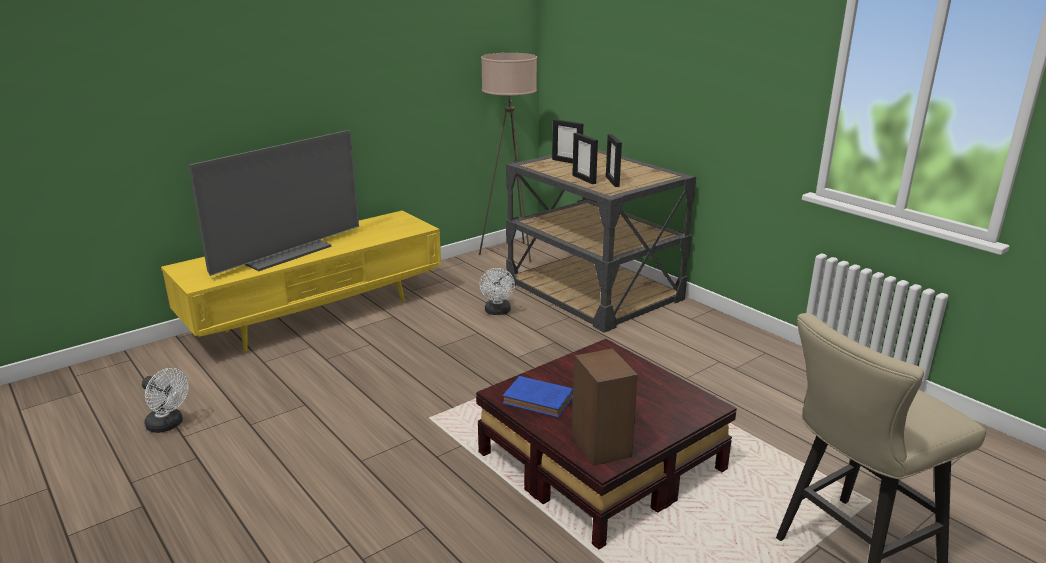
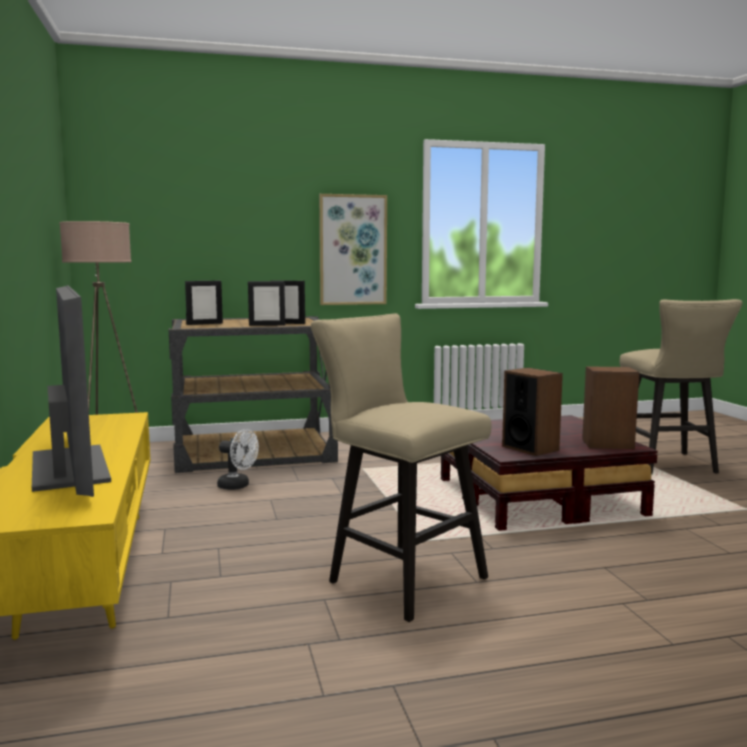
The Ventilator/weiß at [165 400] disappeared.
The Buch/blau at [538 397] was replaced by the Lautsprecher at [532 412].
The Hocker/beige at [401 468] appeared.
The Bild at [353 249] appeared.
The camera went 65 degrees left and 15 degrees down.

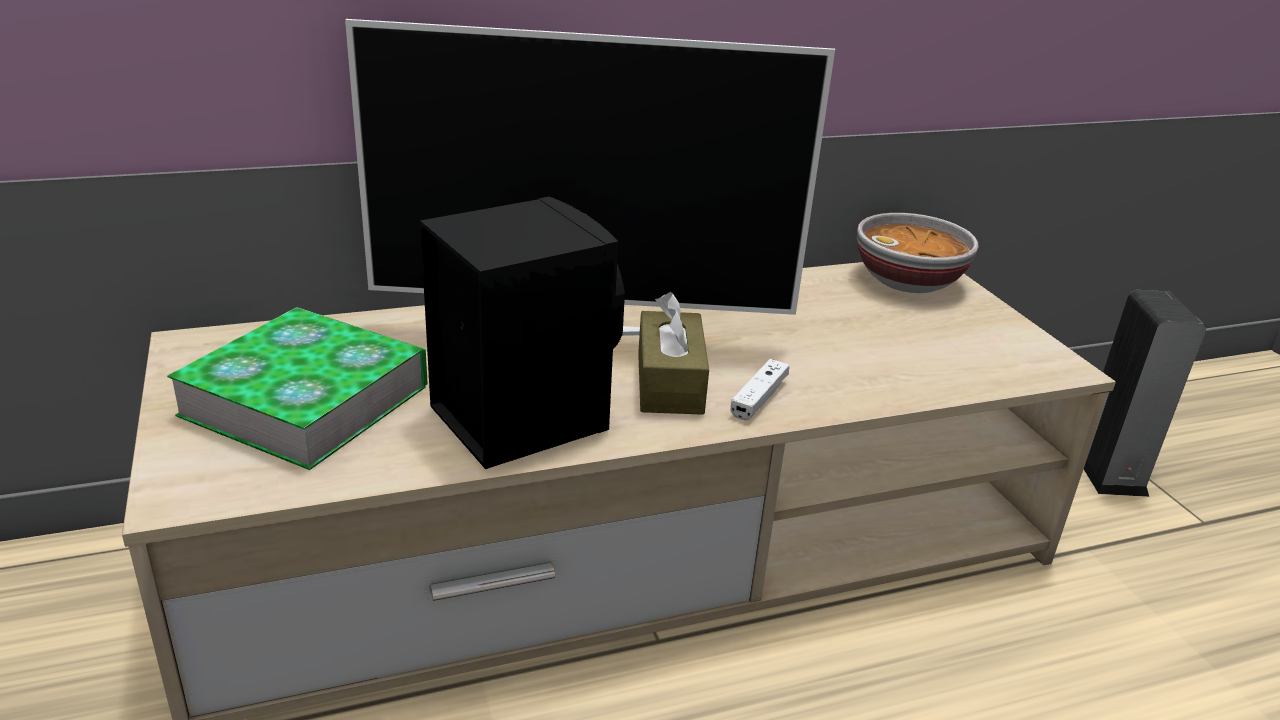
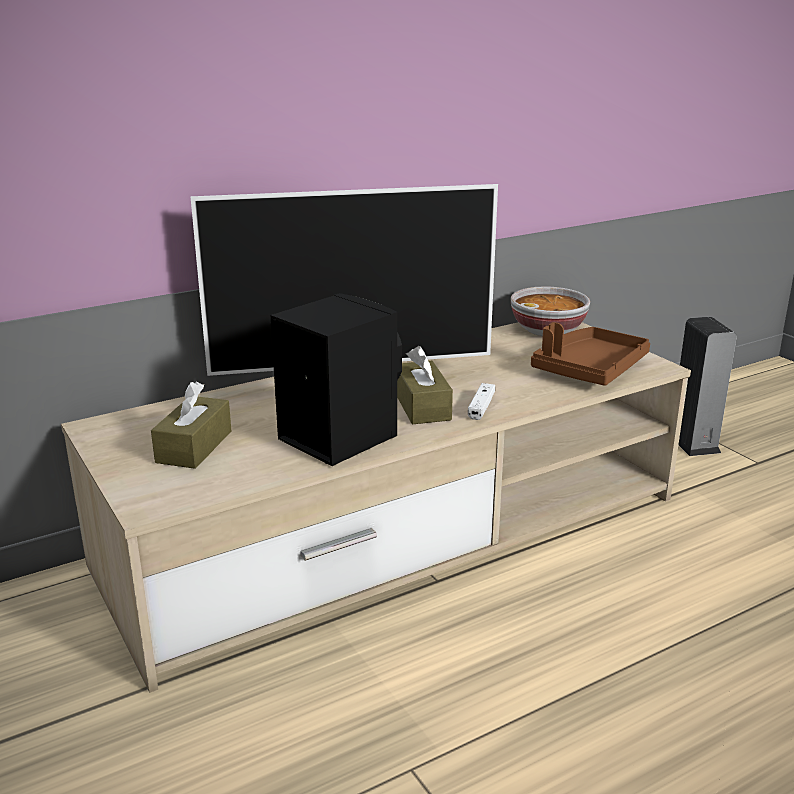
The Buch at [297 388] was replaced by the Taschentuchbox/braun at [191 425].
The Tablett/braun at [590 354] appeared.
The camera went 10 degrees left and 5 degrees down.

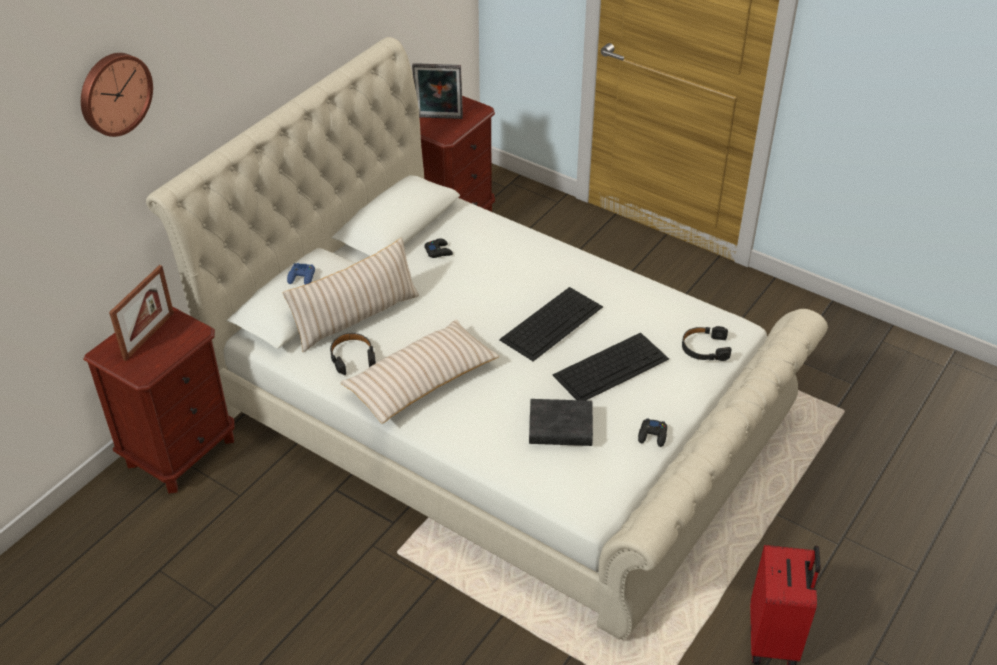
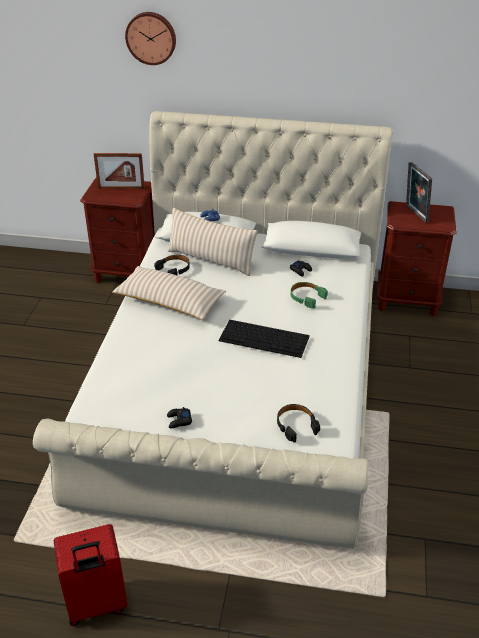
The Buch/schwarz at [561 422] disappeared.
The Tastatur at [610 367] disappeared.
The Kopfhörer/grün at [309 295] appeared.
The camera went 65 degrees right and 5 degrees down.

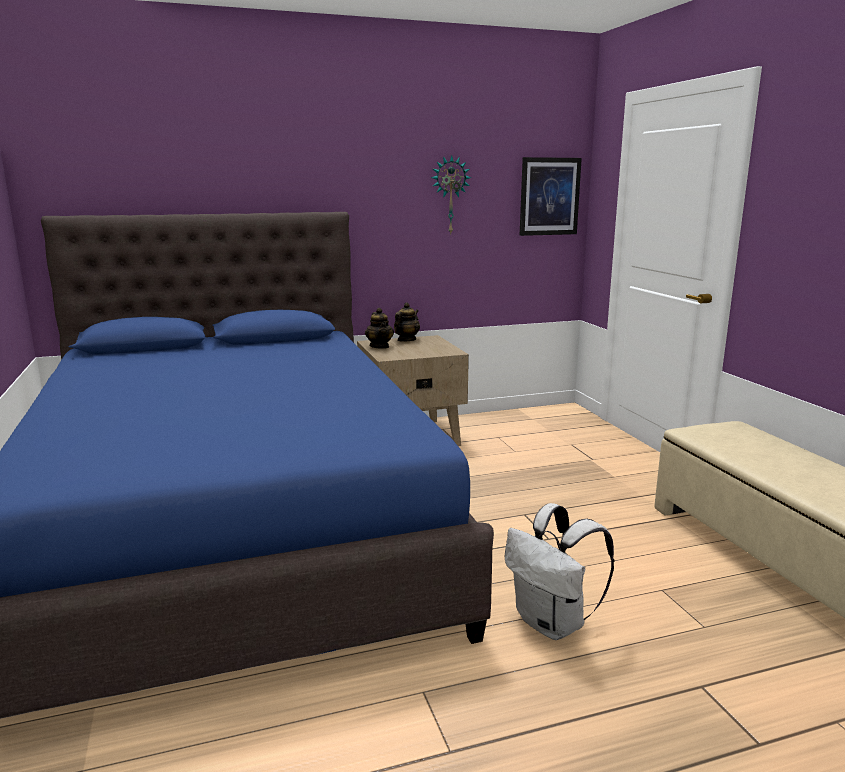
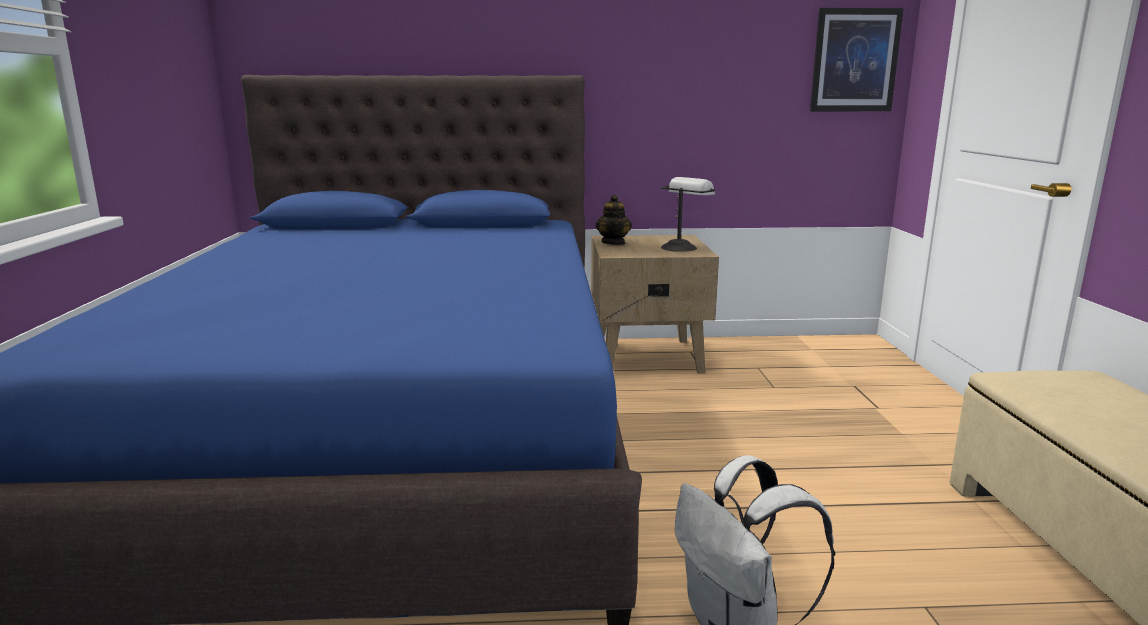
The Teekanne at [407 322] disappeared.
The Wanduhr at [451 195] disappeared.
The Tischlampe at [687 214] appeared.
The camera went 15 degrees right and 0 degrees up.

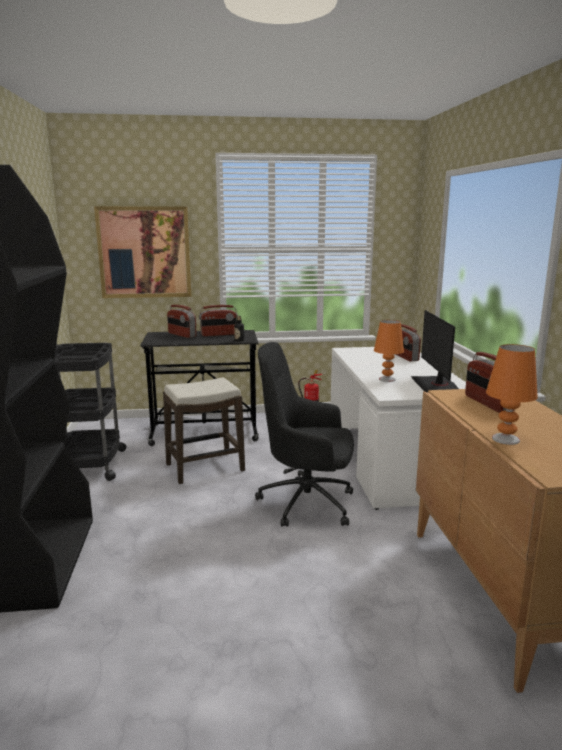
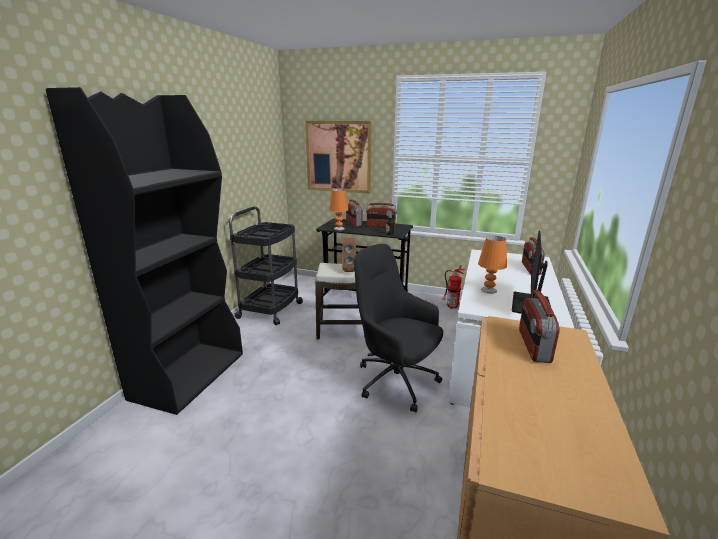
The Tischlampe/orange moved from [512 394] to [339 209].
The Lautsprecher/braun at [349 254] appeared.
The camera went 25 degrees right and 5 degrees up.

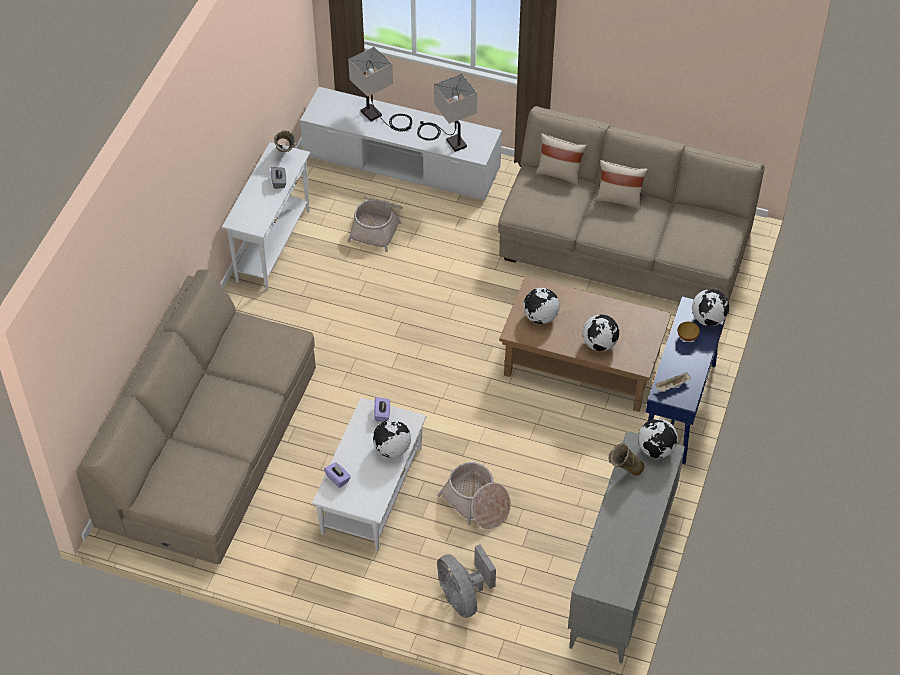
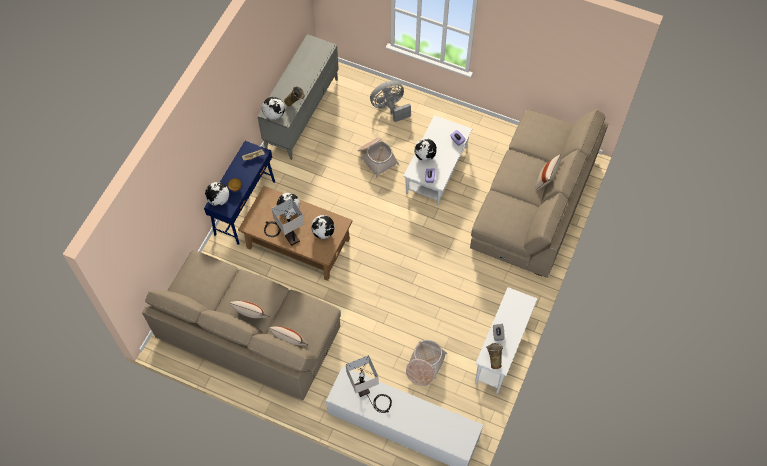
The Tischlampe moved from [380 89] to [284 222].
The Ventilator/grau at [466 581] turned 90 degrees counterclockwise.
The Kissen/beige at [548 173] appeared.
The camera went 175 degrees left and 10 degrees up.

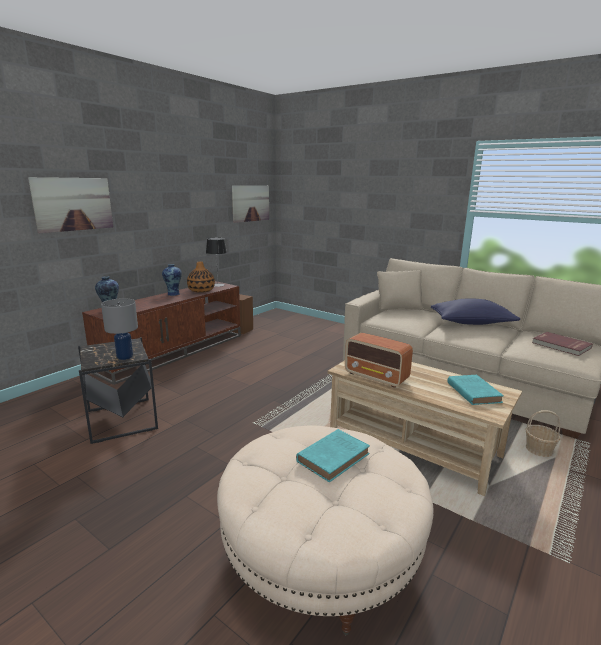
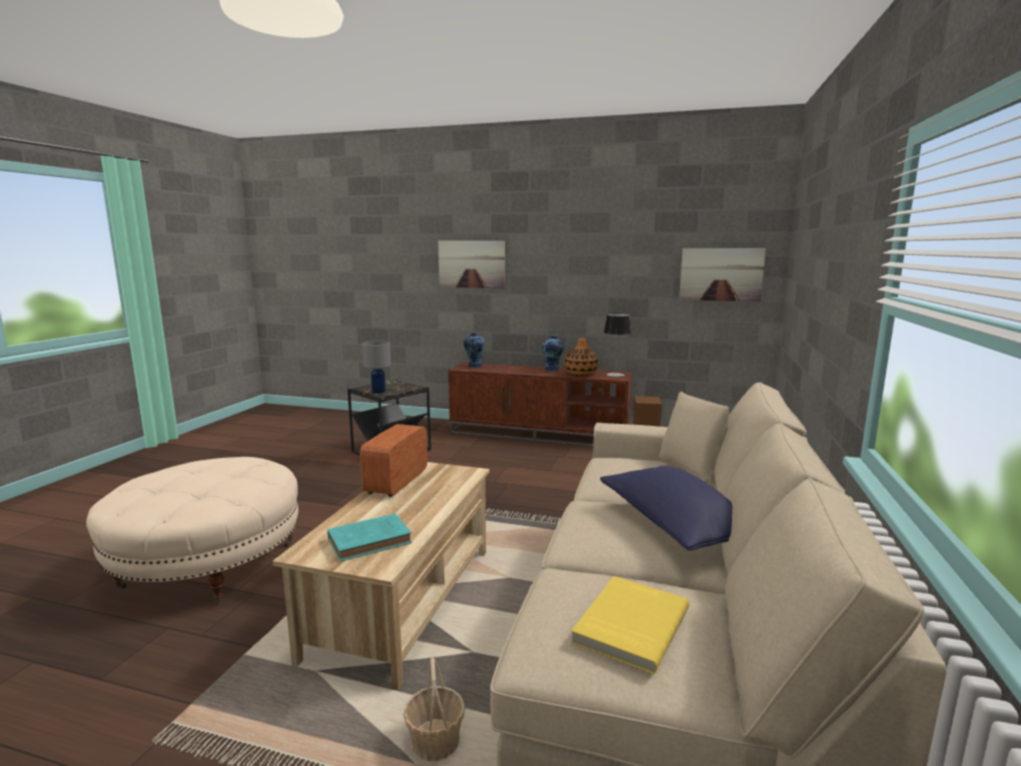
The Buch/türkis at [333 455] disappeared.
The Buch/rot at [562 344] became the Buch/gelb at [630 625].
The camera went 70 degrees right and 5 degrees down.

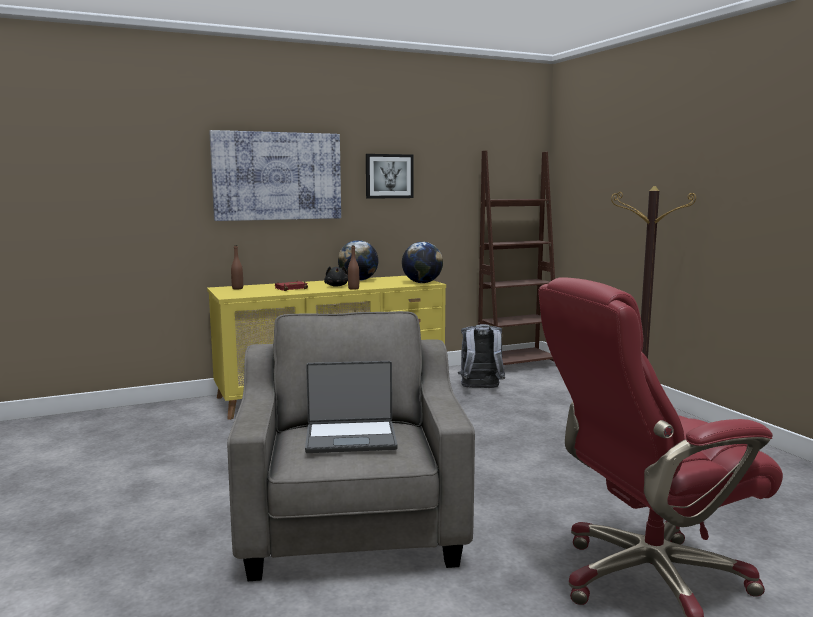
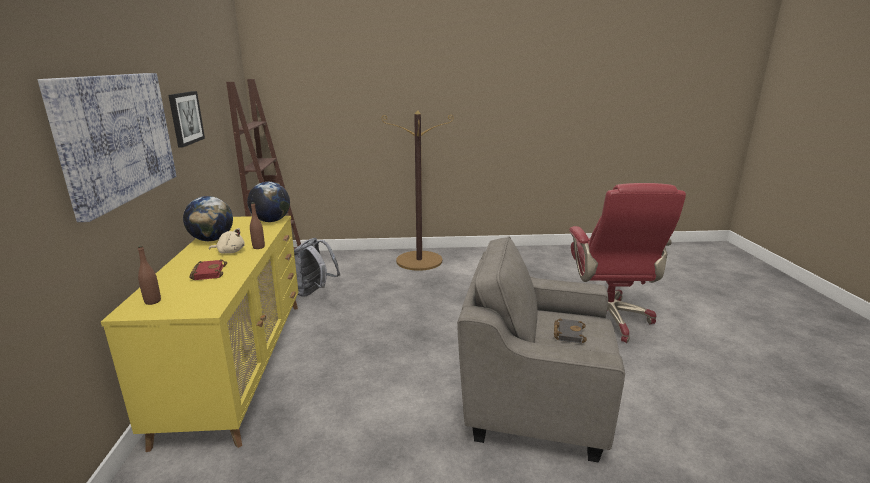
The Laptop at [351 407] was replaced by the Buch/schwarz at [570 331].
The Plüschtier/schwarz at [336 276] became the Plüschtier/beige at [227 241].
The camera went 70 degrees left and 10 degrees up.

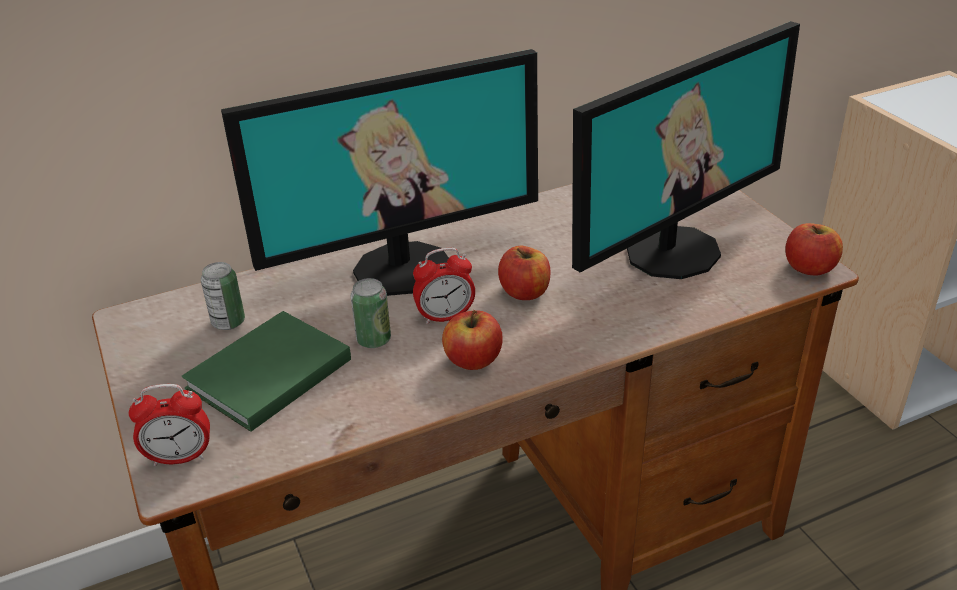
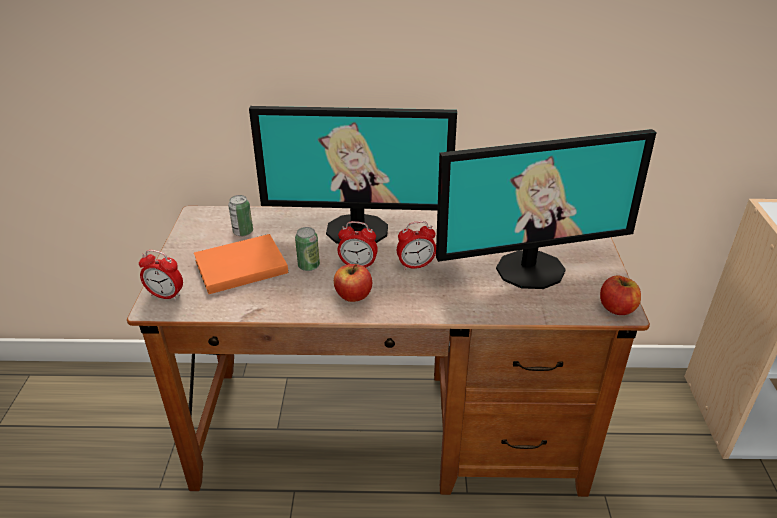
The Buch/grün at [266 371] became the Buch/orange at [241 264].
The Apfel at [524 272] was replaced by the Wecker at [416 245].
The camera went 25 degrees right and 0 degrees up.

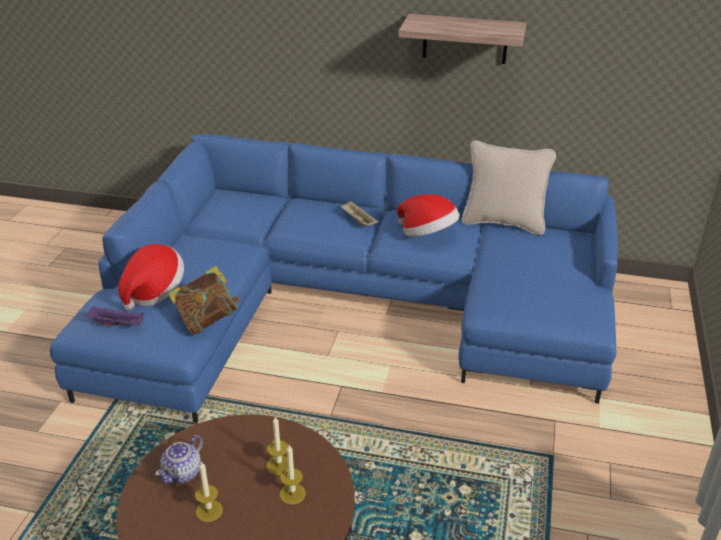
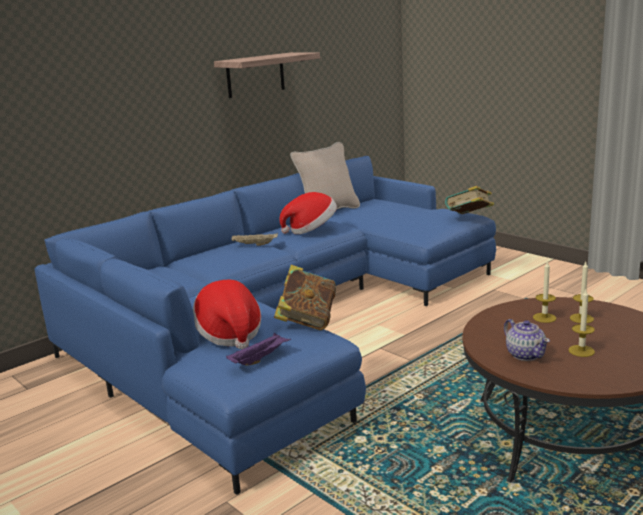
The Buch at [469 200] appeared.
The camera went 55 degrees left and 15 degrees down.

